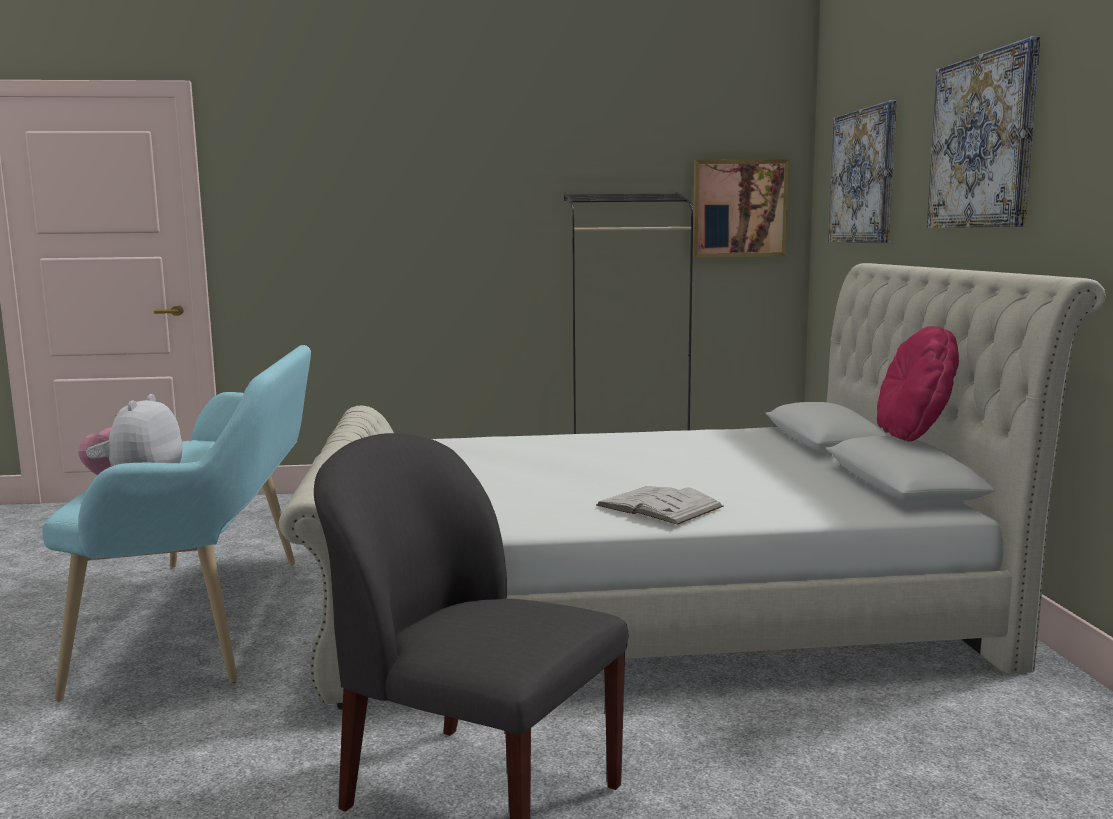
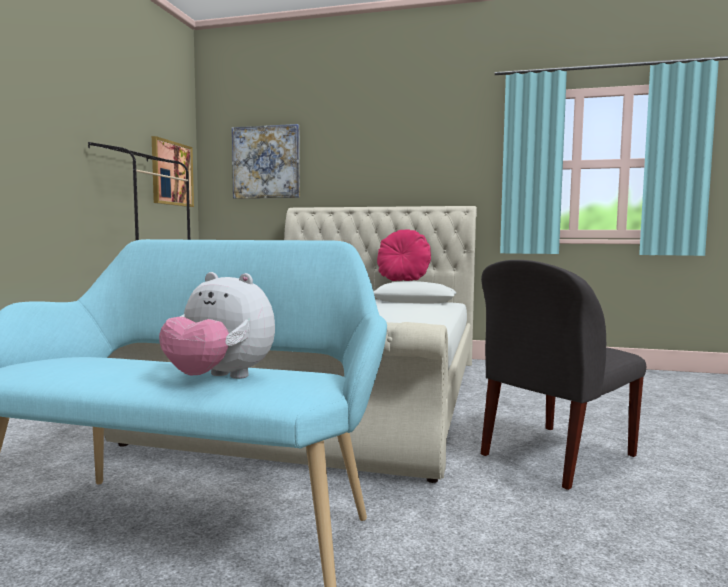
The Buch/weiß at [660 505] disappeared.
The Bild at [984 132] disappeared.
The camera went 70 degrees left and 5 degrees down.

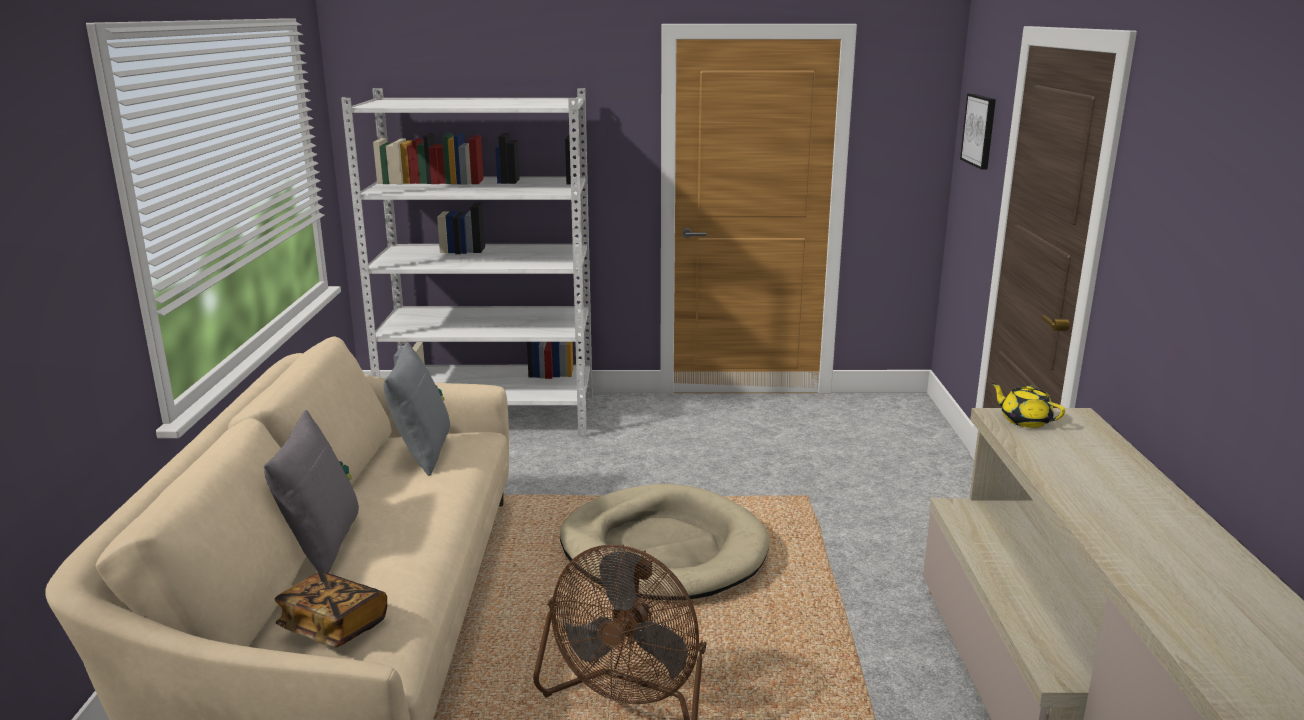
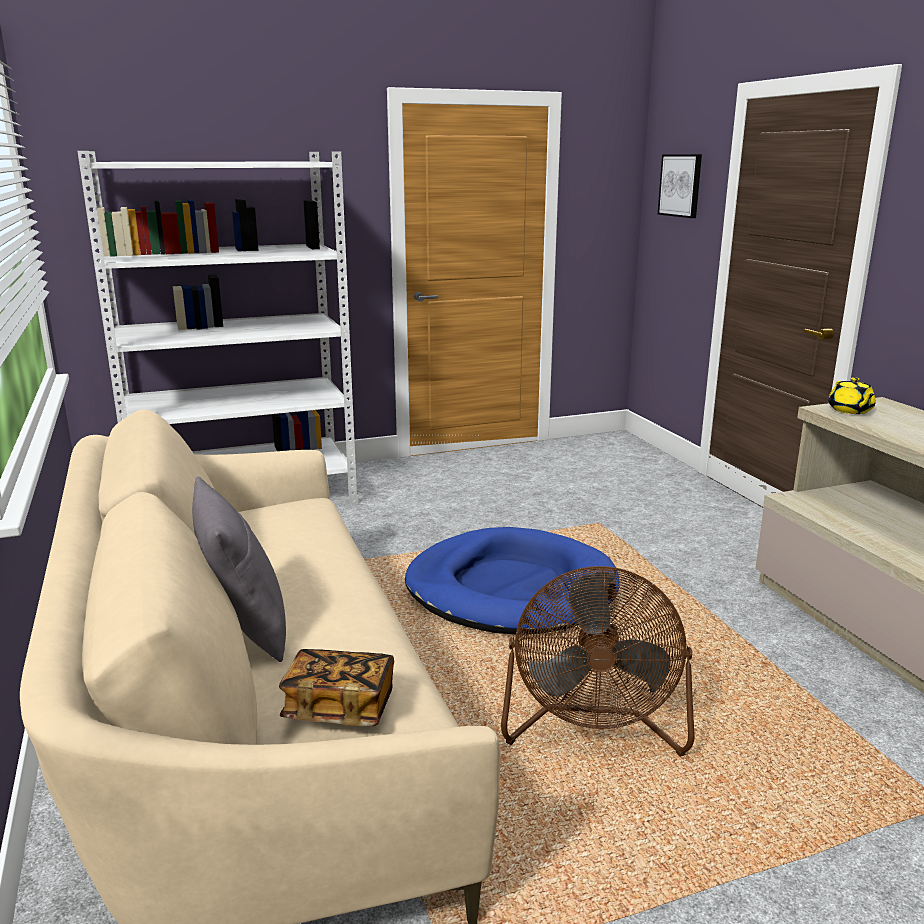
The Kissen/grau at [416 409] disappeared.
The Hundebett/beige at [665 542] became the Hundebett/blau at [512 581].
The Teekanne/gelb at [1028 405] turned 120 degrees counterclockwise.
The camera went 20 degrees left and 0 degrees up.

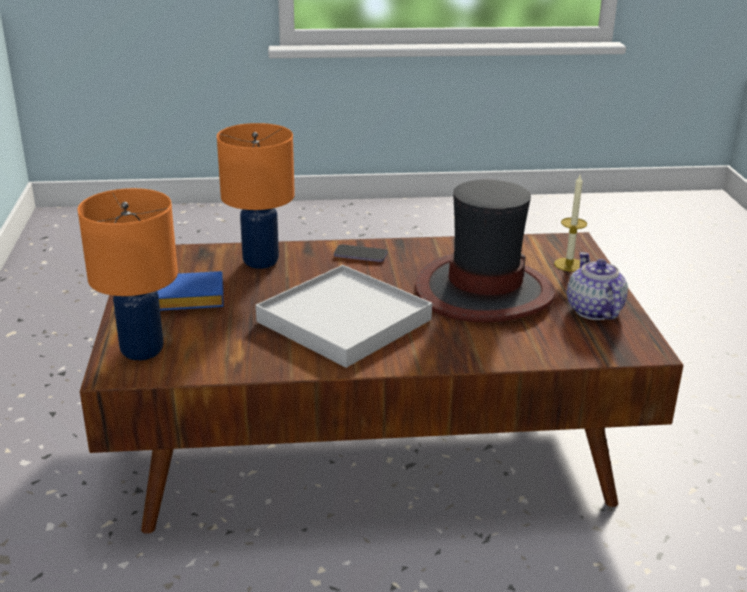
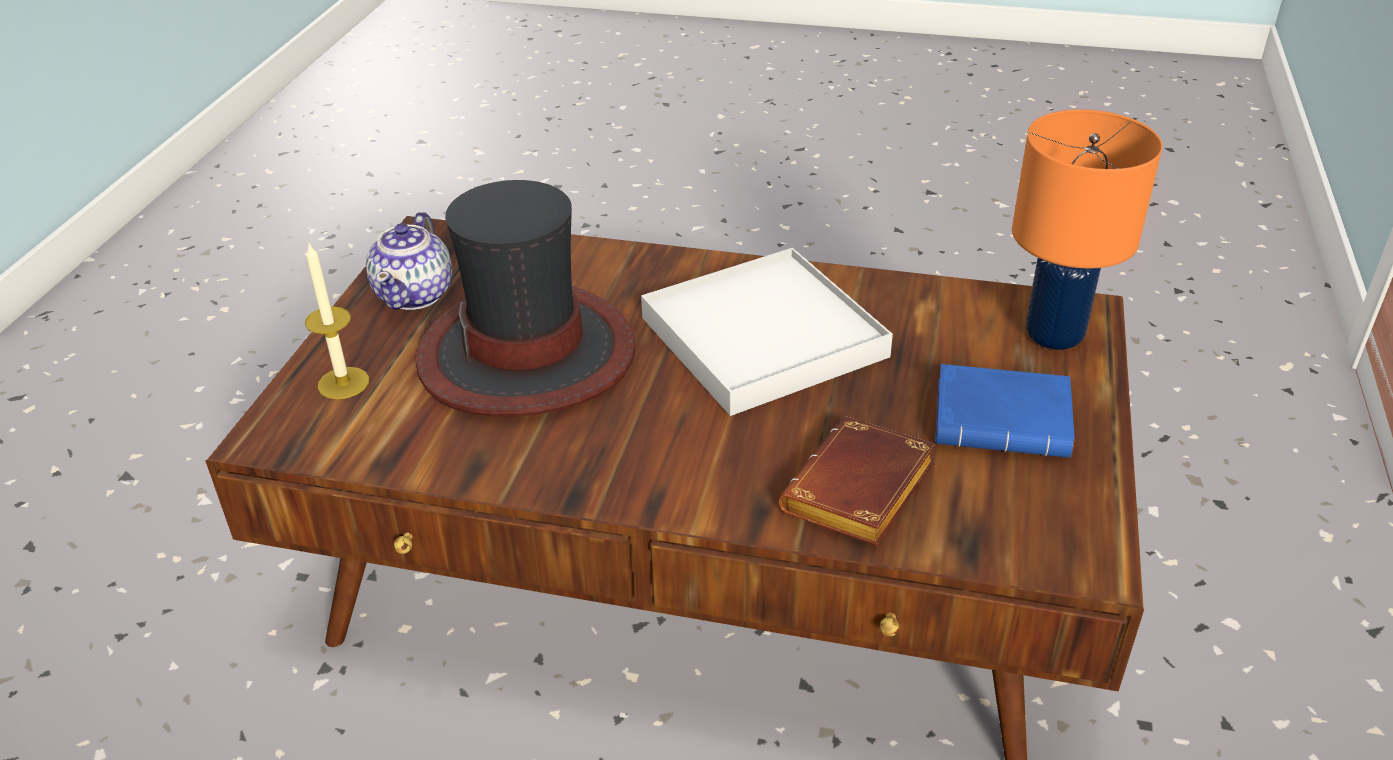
The Tischlampe/orange at [256 196] was replaced by the Buch/braun at [857 481].
The Handy at [361 253] disappeared.
The camera went 160 degrees left and 10 degrees up.

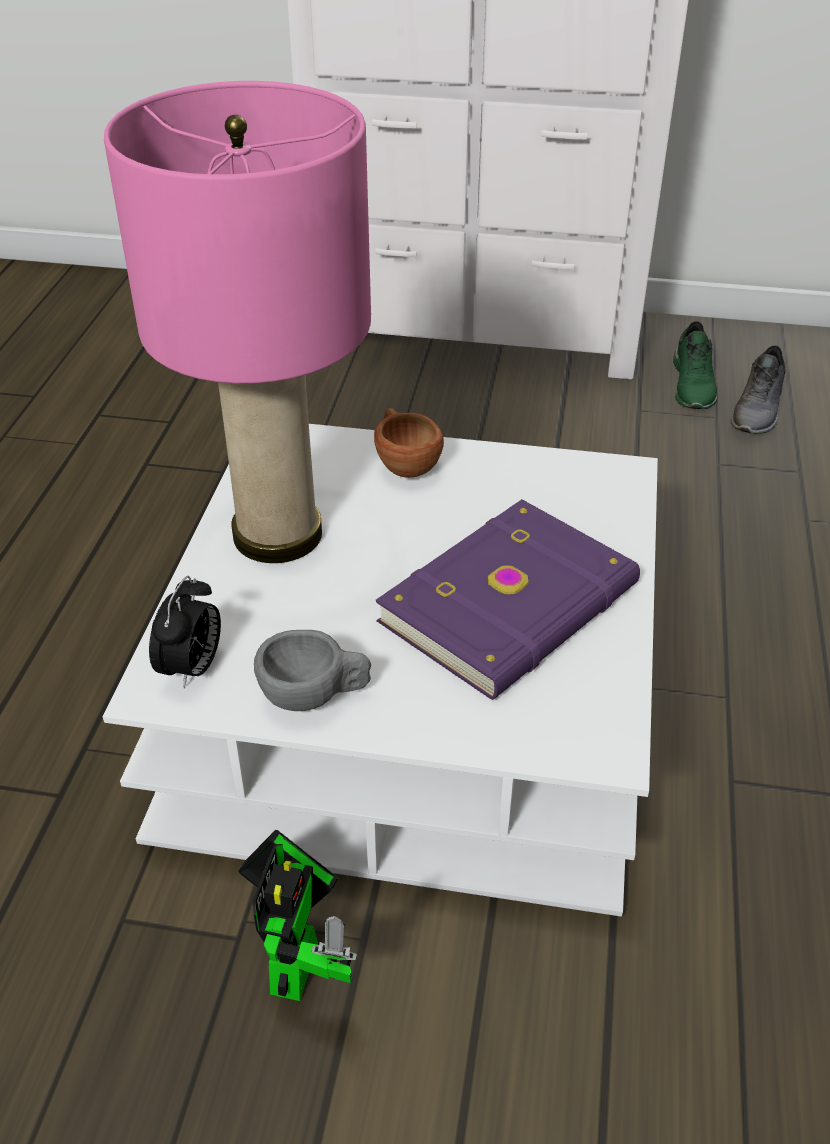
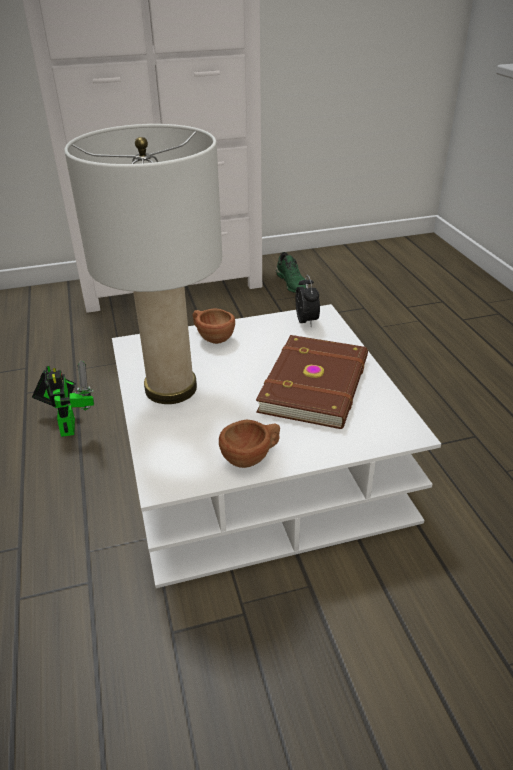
The Tischlampe/rosa at [237 322] became the Tischlampe/weiß at [143 264].
The Wecker moved from [185 632] to [308 301].
The Spielzeugroboter moved from [298 915] to [63 398].
The Tasse/grau at [312 670] became the Tasse/braun at [249 444].
The Buch/lila at [508 599] became the Buch/braun at [312 382].
The Schuh/grau at [758 389] disappeared.
The camera went 25 degrees left and 5 degrees down.

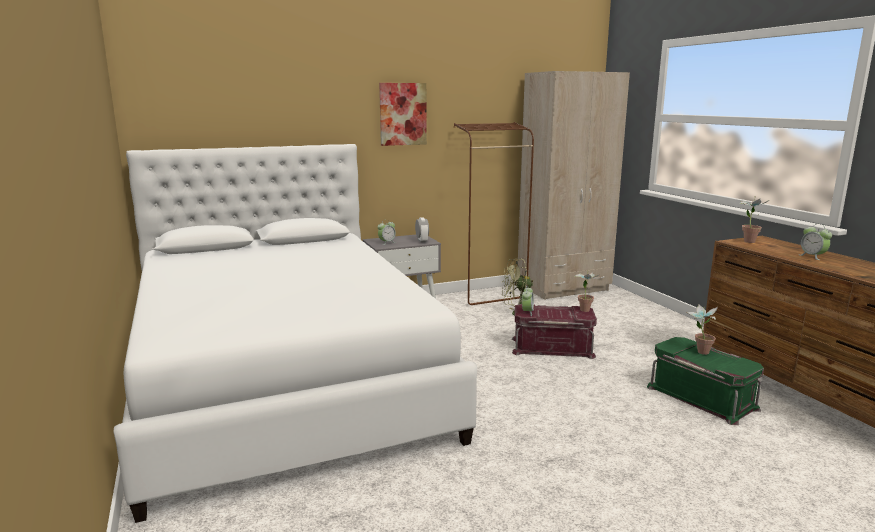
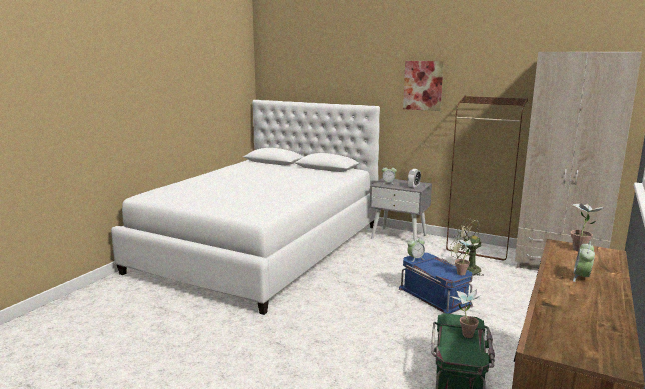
The Aufbewahrungsbox/rot at [554 331] became the Aufbewahrungsbox/blau at [436 283].
The camera went 50 degrees right and 0 degrees up.

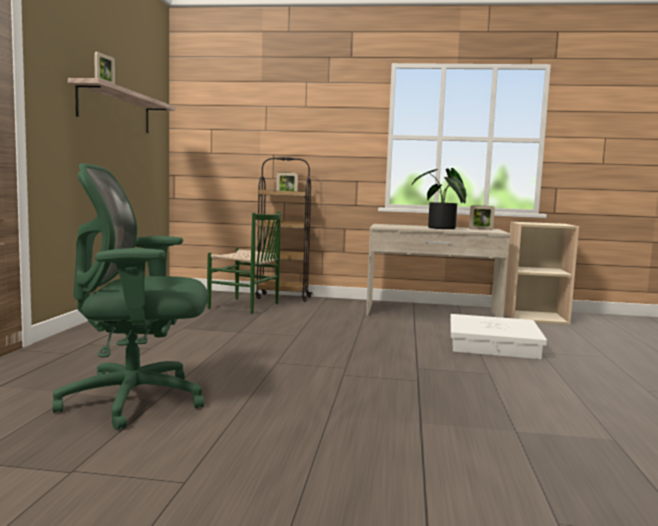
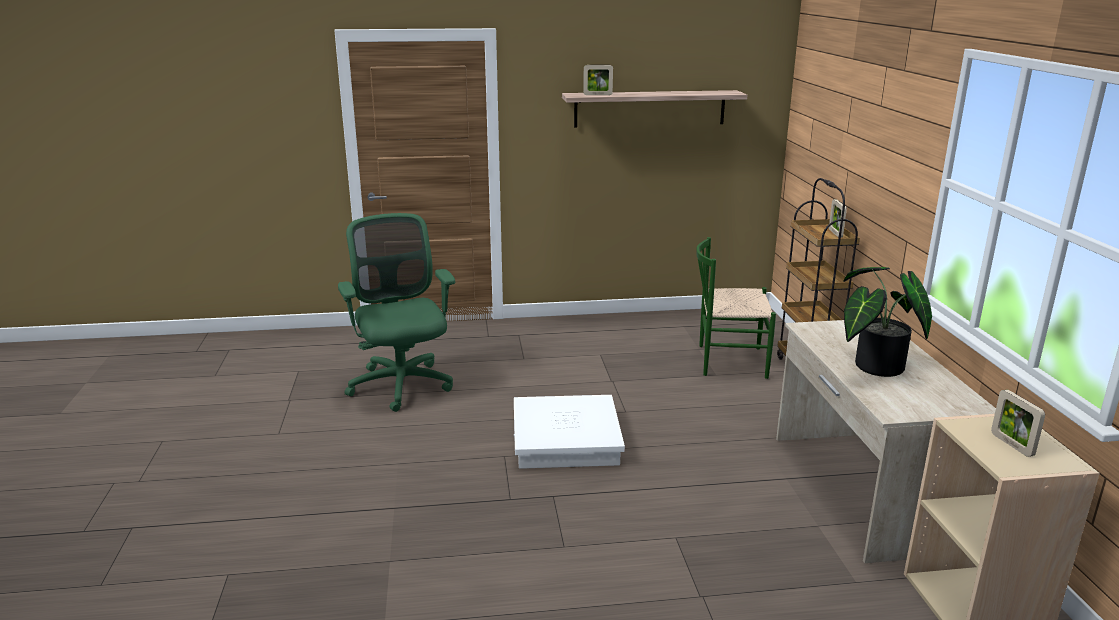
The Stuhl/grün at [244 262] turned 90 degrees clockwise.
The Aufbewahrungsbox/weiß moved from [498 336] to [569 432].
The Bilderrahmen moved from [482 217] to [1018 423].
The camera went 75 degrees right and 15 degrees up.

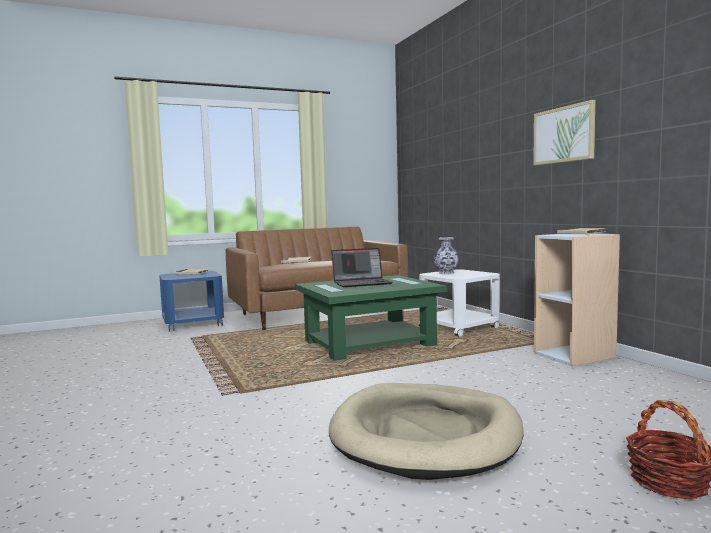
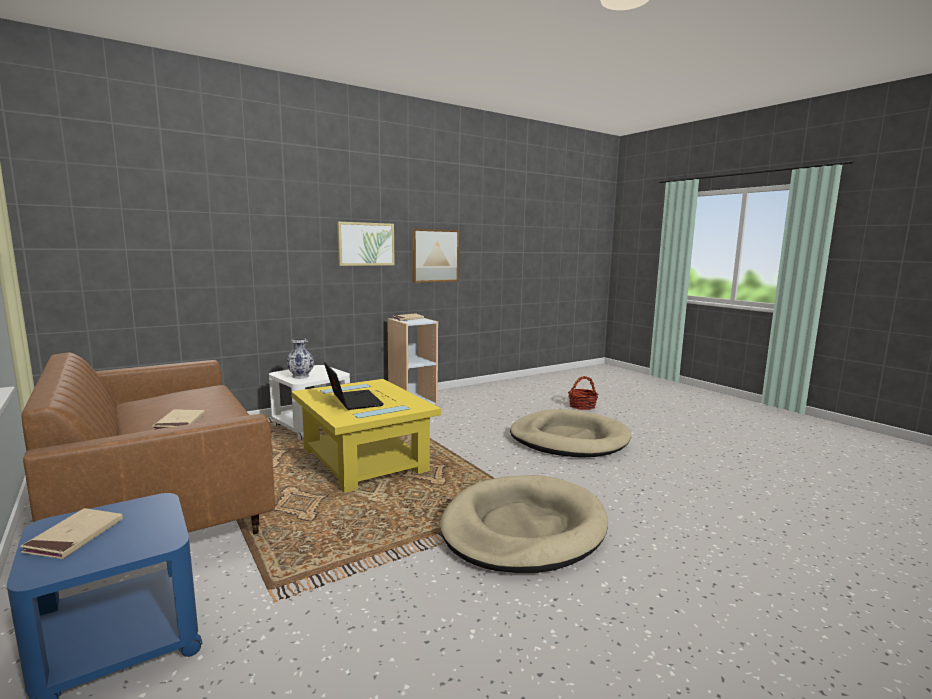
The Couchtisch/grün at [370 318] became the Couchtisch/gelb at [366 436].
The Bild at [435 256] appeared.
The Hundebett/beige at [524 524] appeared.
The camera went 100 degrees left and 5 degrees up.

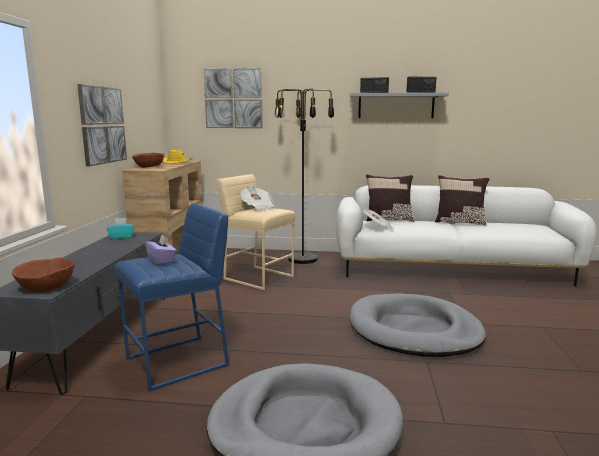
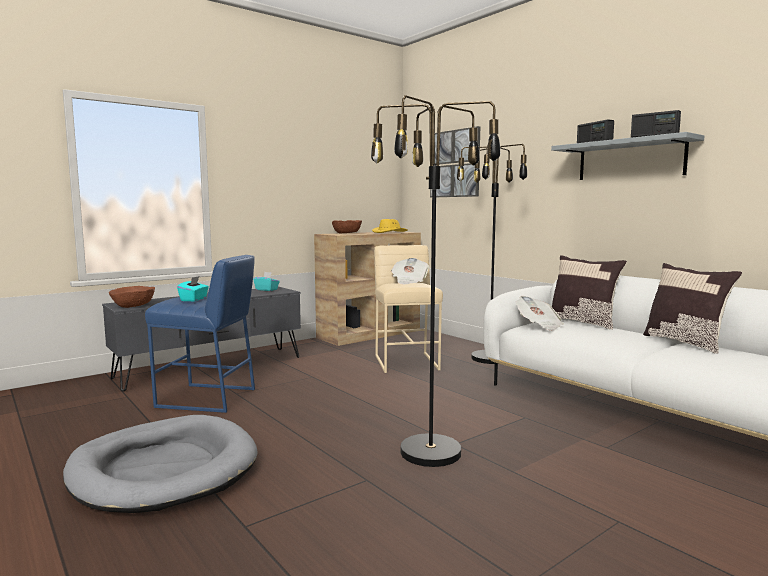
The Bild at [102 125] disappeared.
The Taschentuchbox/lila at [160 249] became the Taschentuchbox/türkis at [193 288].
The Hundebett/grau at [418 325] was replaced by the Stehlampe at [435 281].
The camera went 45 degrees right and 5 degrees down.

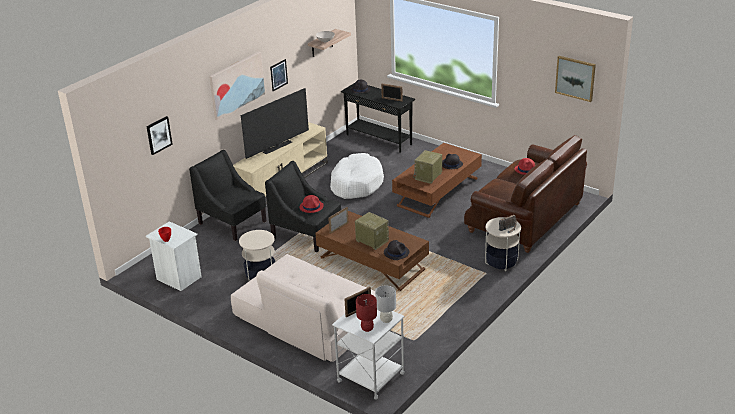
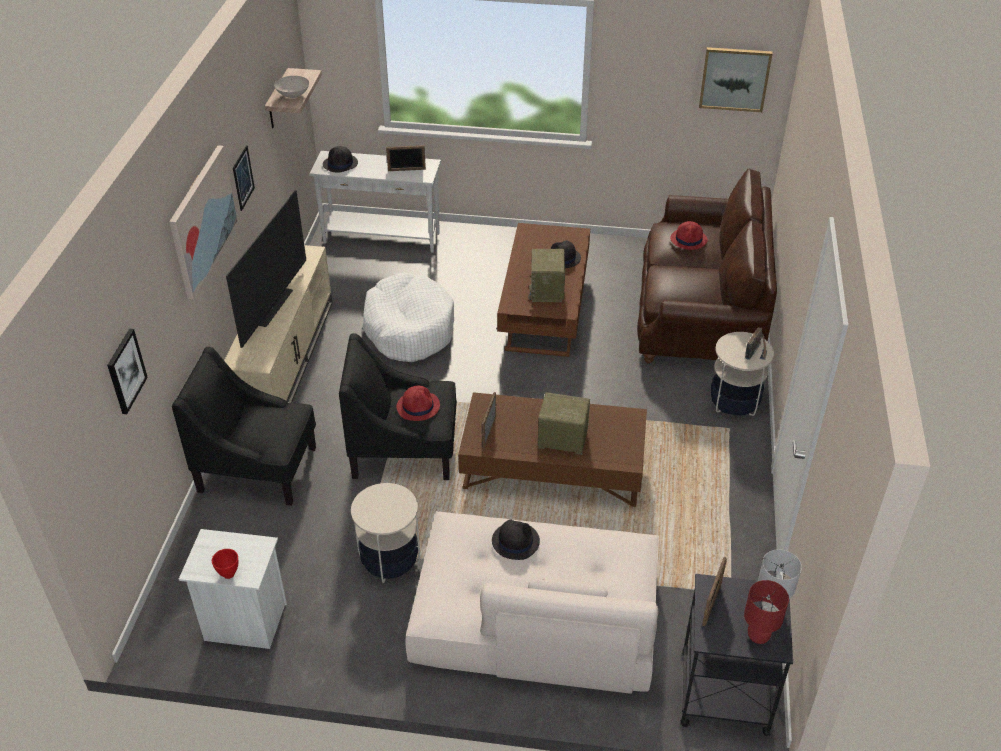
The Rollwagen/weiß at [368 355] became the Rollwagen/schwarz at [736 655].
The Konsolentisch/schwarz at [378 117] became the Konsolentisch/weiß at [375 202].
The Hut/schwarz moved from [396 250] to [516 539].
The camera went 30 degrees left and 10 degrees up.

